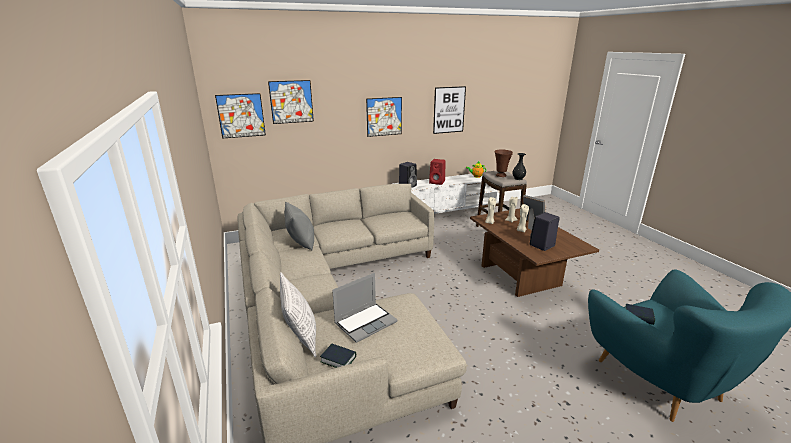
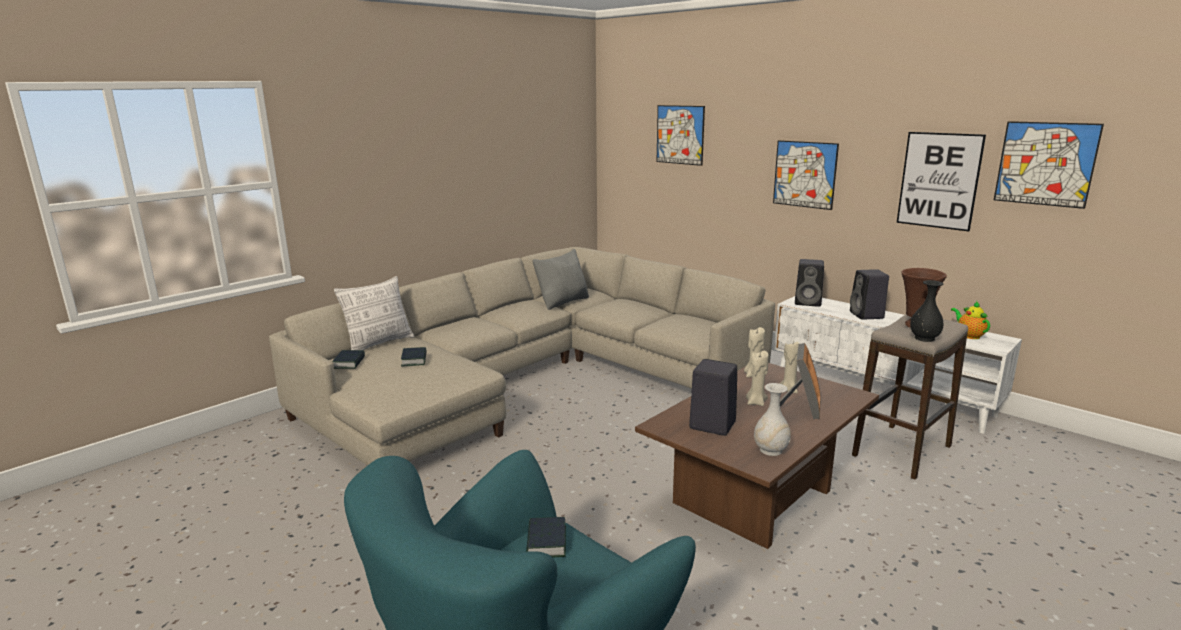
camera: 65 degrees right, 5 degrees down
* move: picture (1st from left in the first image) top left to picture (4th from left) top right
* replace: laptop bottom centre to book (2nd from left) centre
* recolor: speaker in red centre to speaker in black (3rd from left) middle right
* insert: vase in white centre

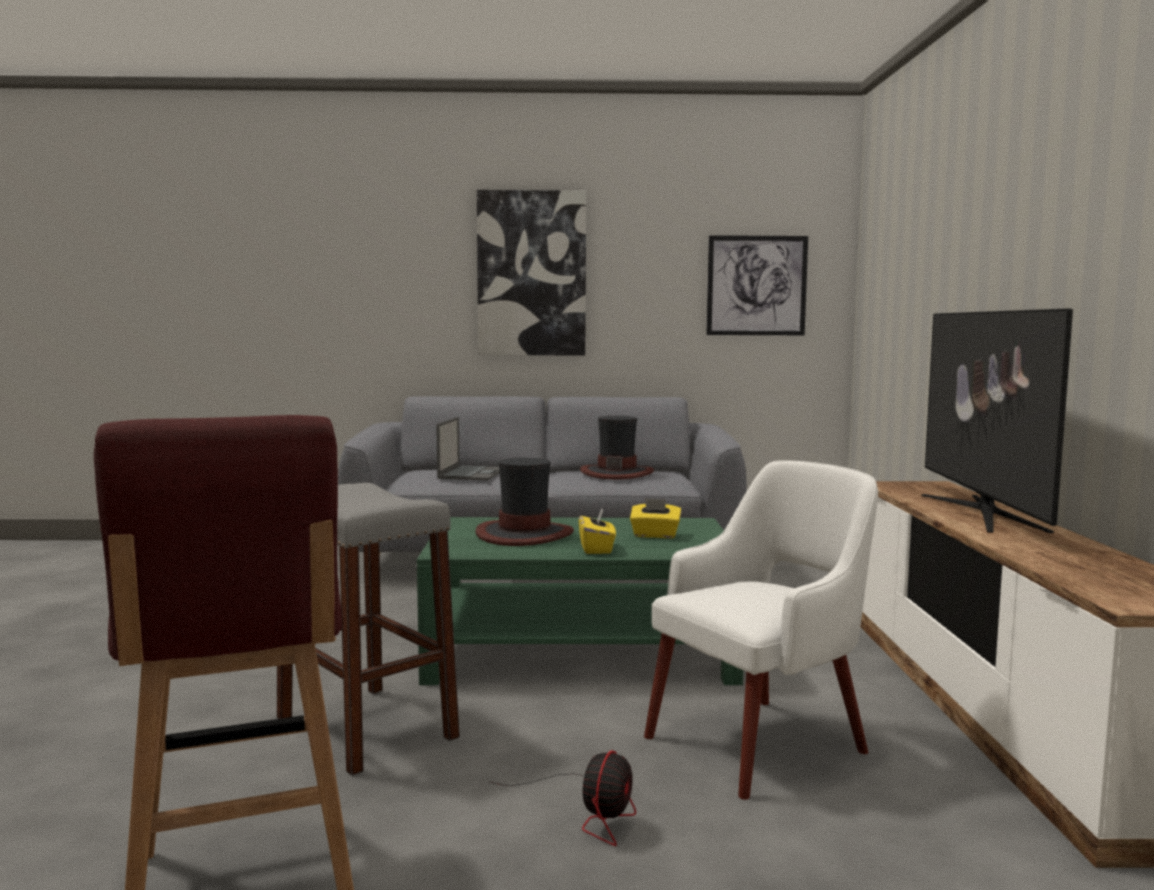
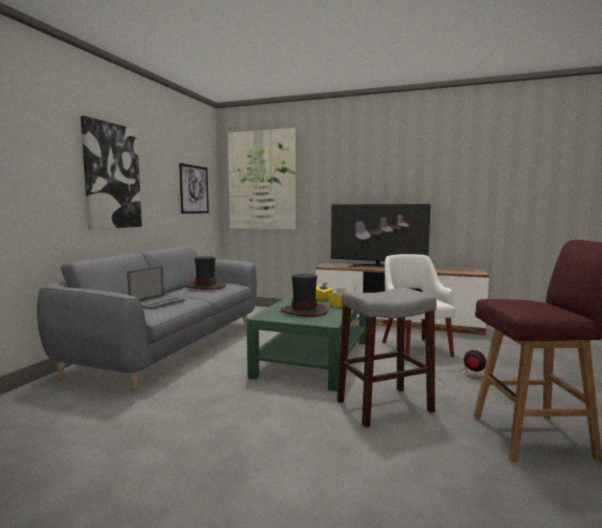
camera: 70 degrees left, 0 degrees up
* rotate: laptop centre = middle left 90 degrees clockwise
* insert: picture (3rd from left) centre

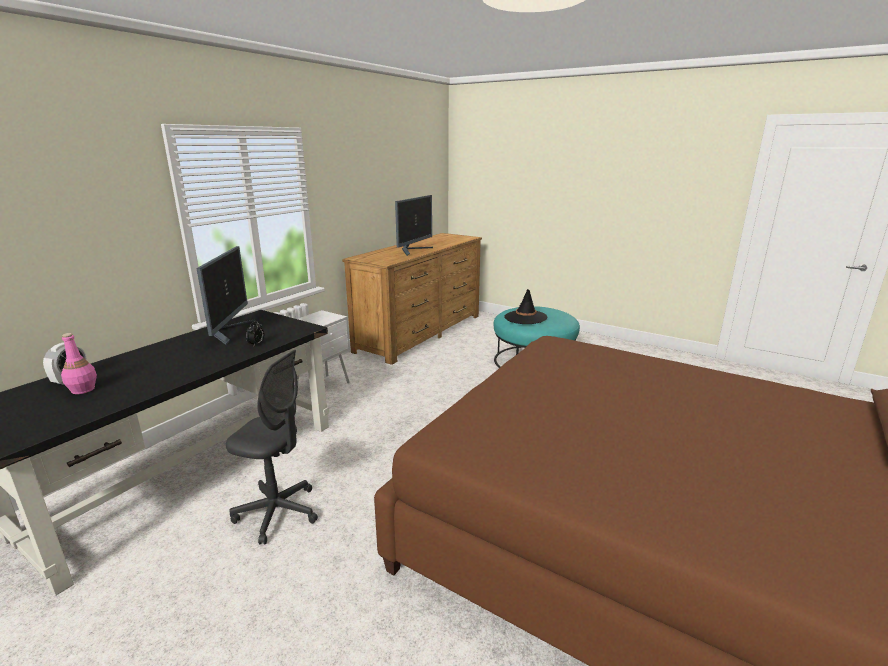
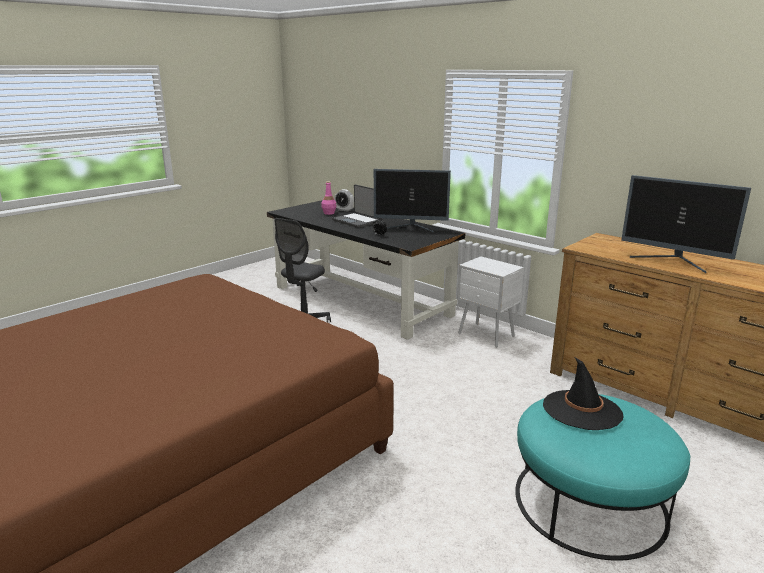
camera: 100 degrees right, 0 degrees up
* insert: laptop centre

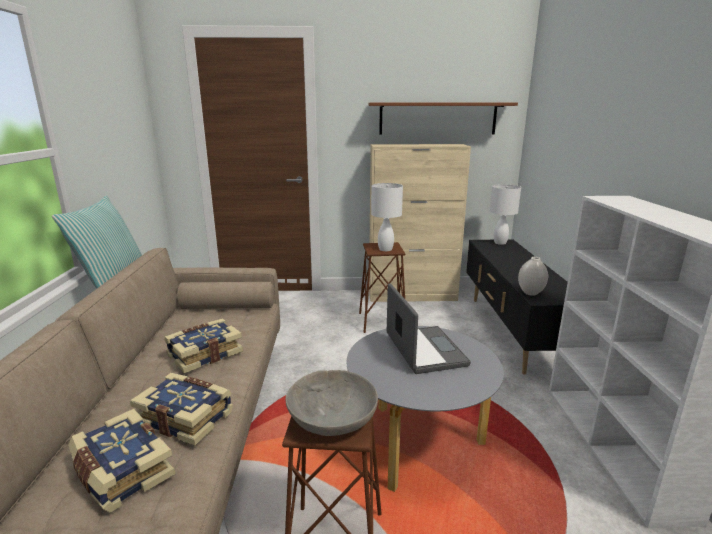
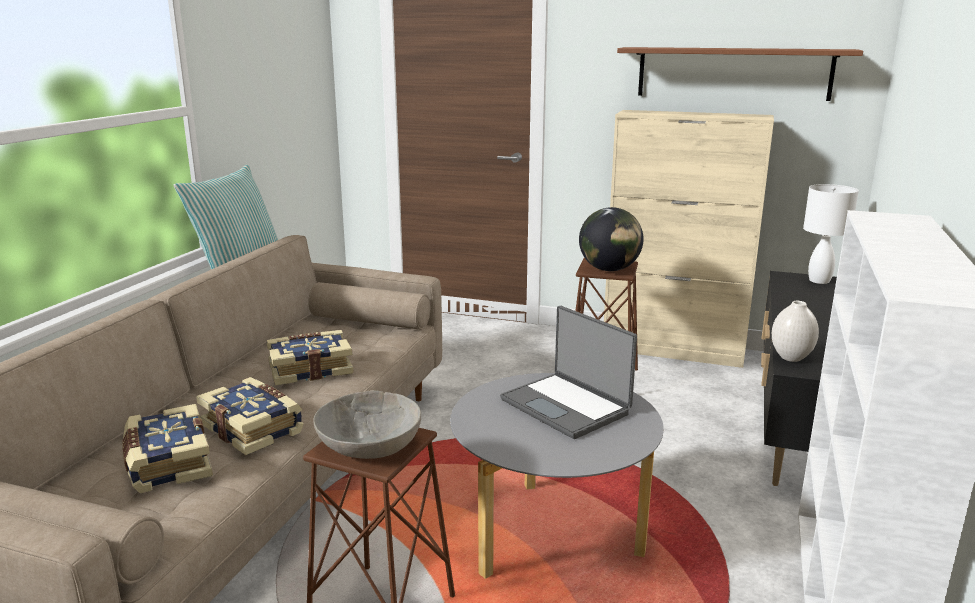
camera: 20 degrees right, 0 degrees up
* replace: table lamp in white (1st from left) centre to globe centre
* rotate: laptop centre = centre 135 degrees clockwise

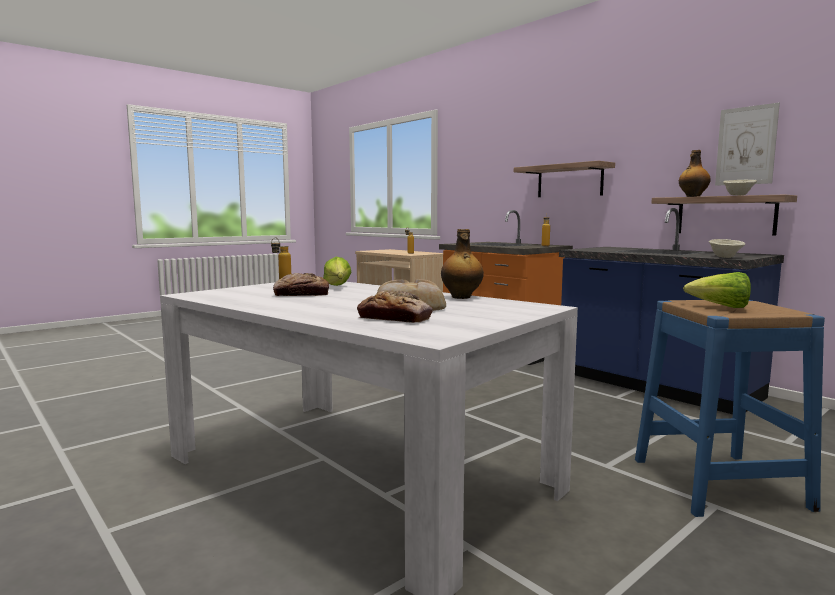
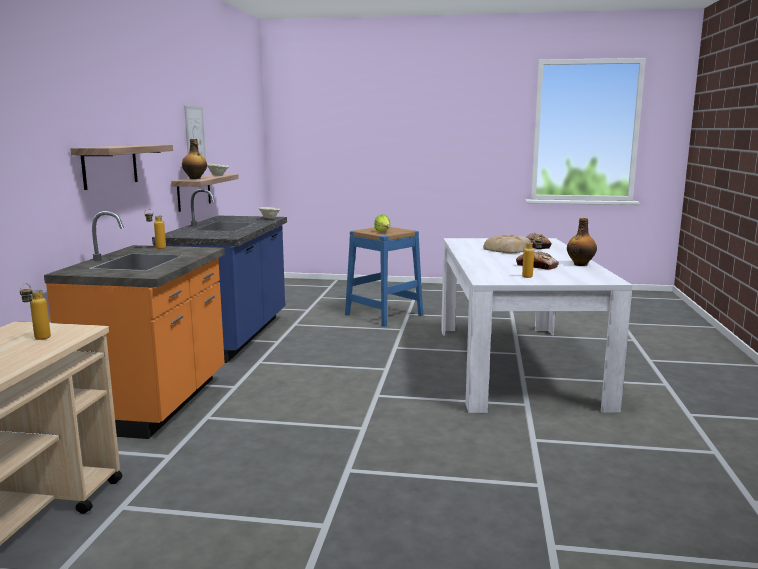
camera: 130 degrees left, 5 degrees up
* delete: lettuce (1st from left) centre
* move: bottle (3rd from left in the first image) centre to bottle (5th from left) middle right

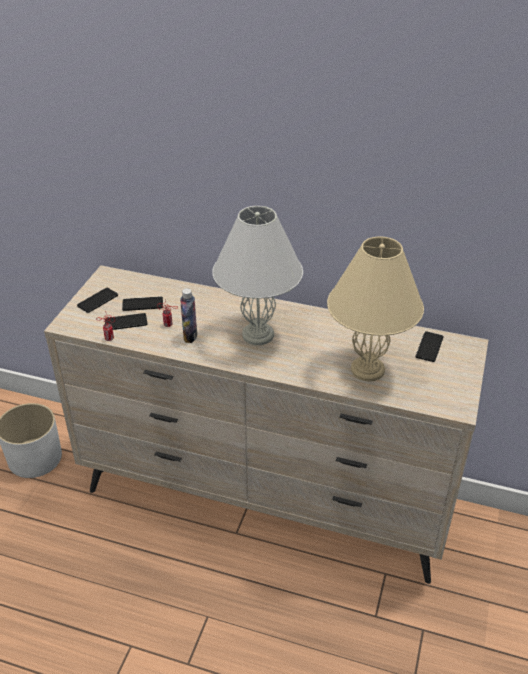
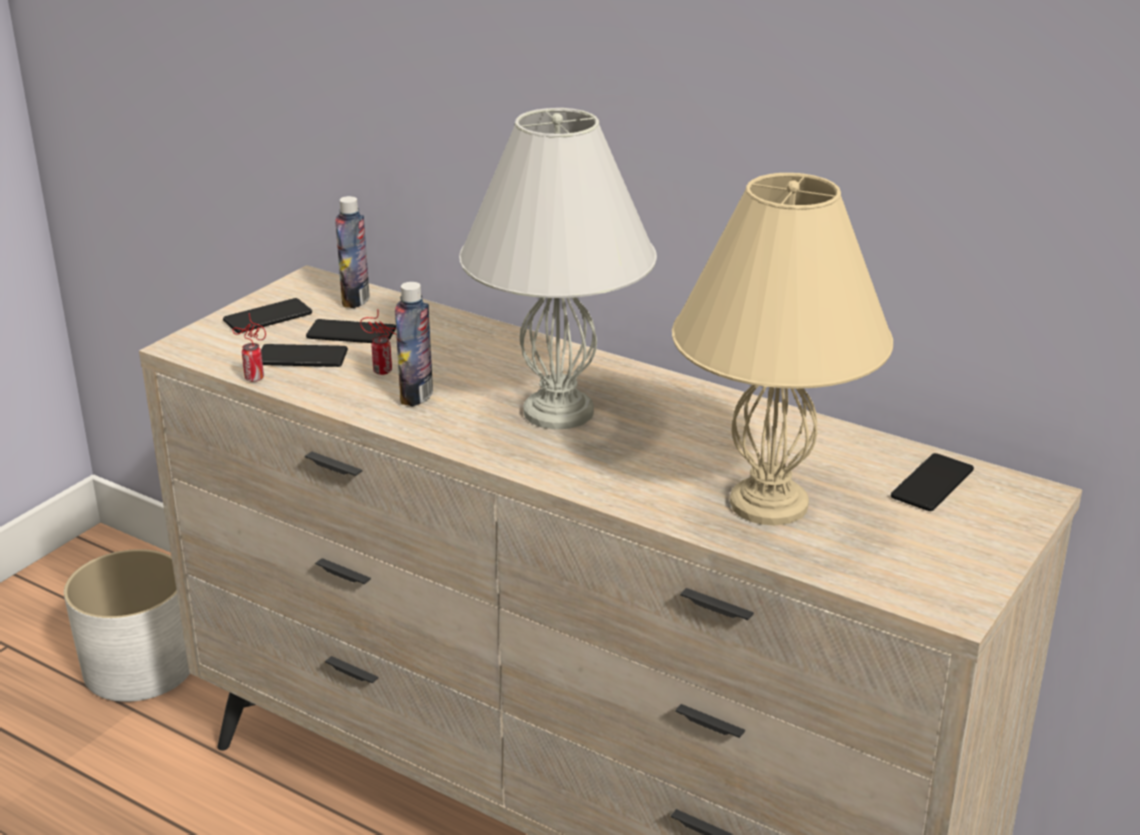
camera: 15 degrees right, 10 degrees down
* insert: bottle (1st from left) top left

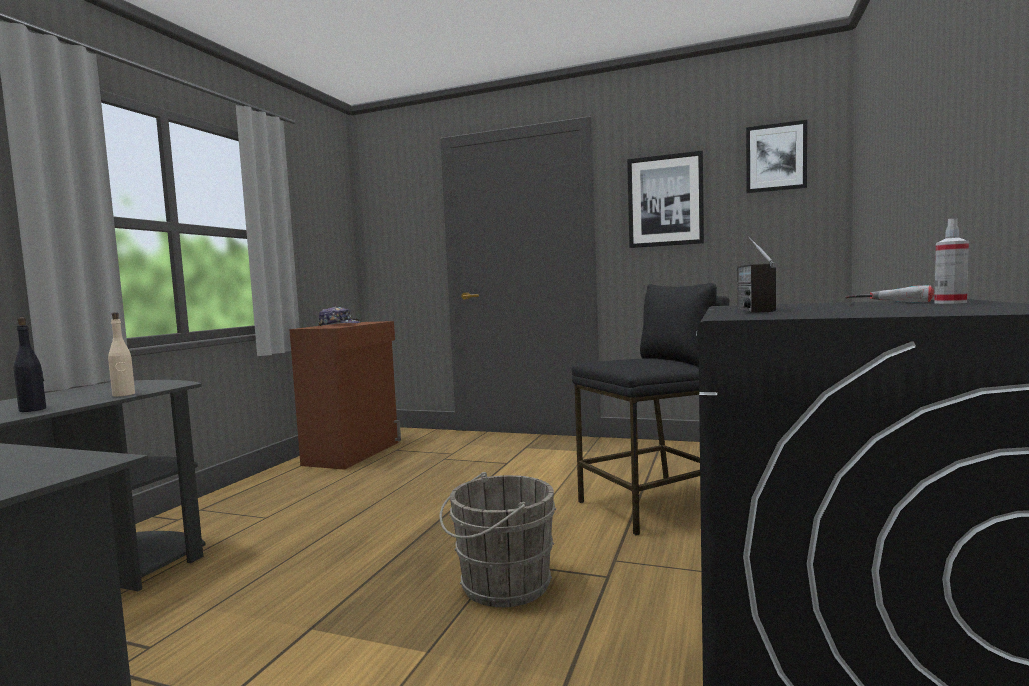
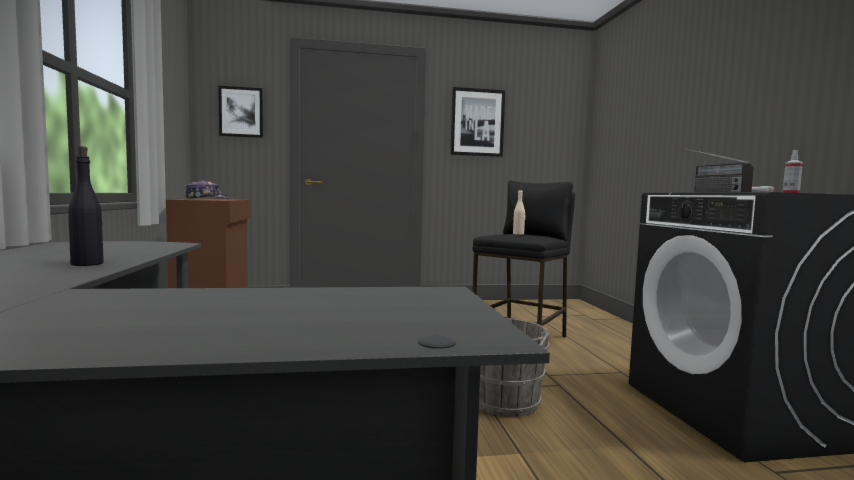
camera: 30 degrees left, 0 degrees up
* move: bottle in beige middle left to centre
* move: picture (2nd from left in the first image) top right to picture (1st from left) top left

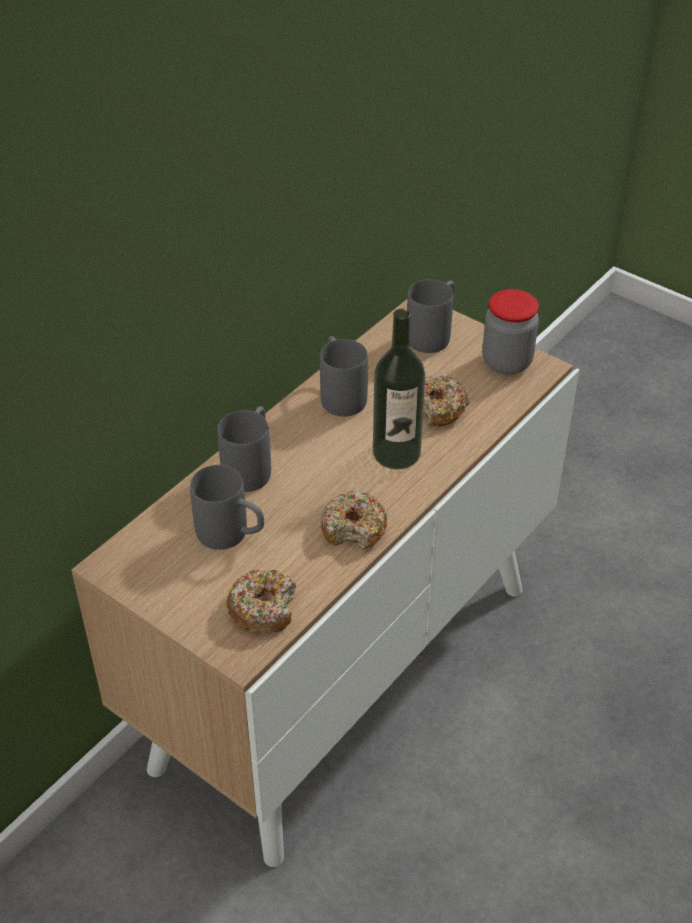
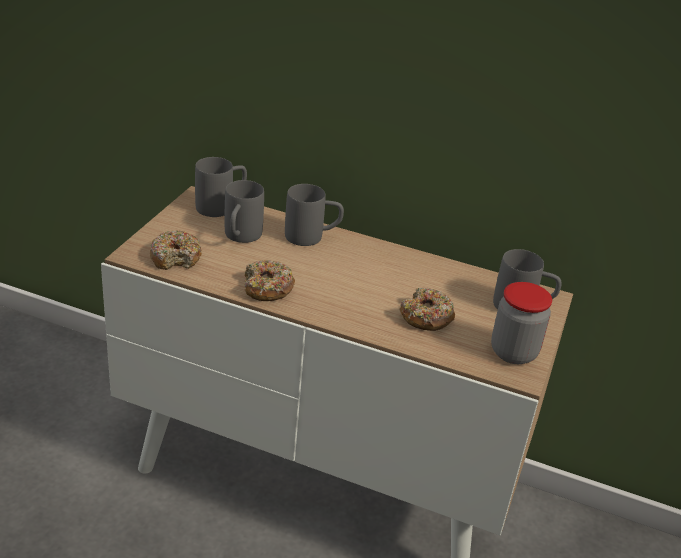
camera: 70 degrees right, 10 degrees down
* move: mug in grey (3rd from left in the first image) centre to mug in grey (1st from left) middle left
* delete: bottle centre

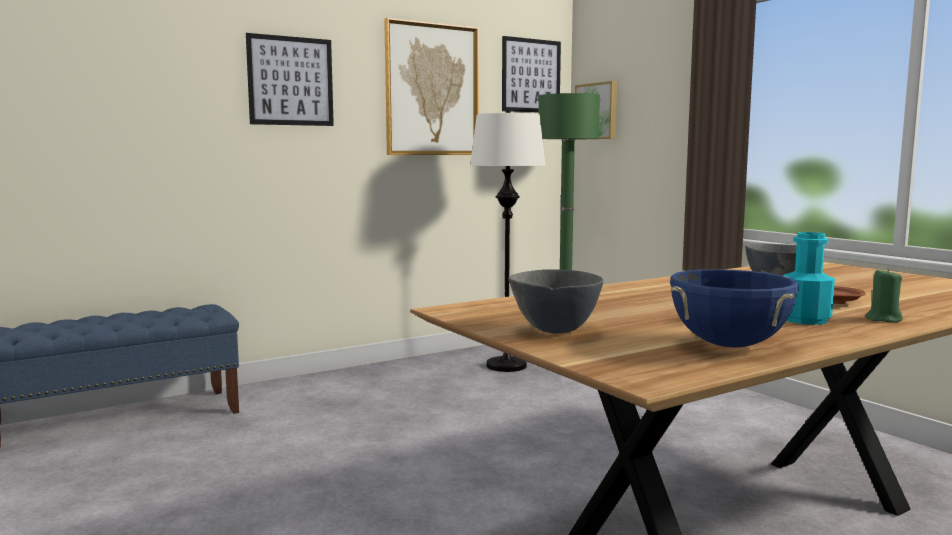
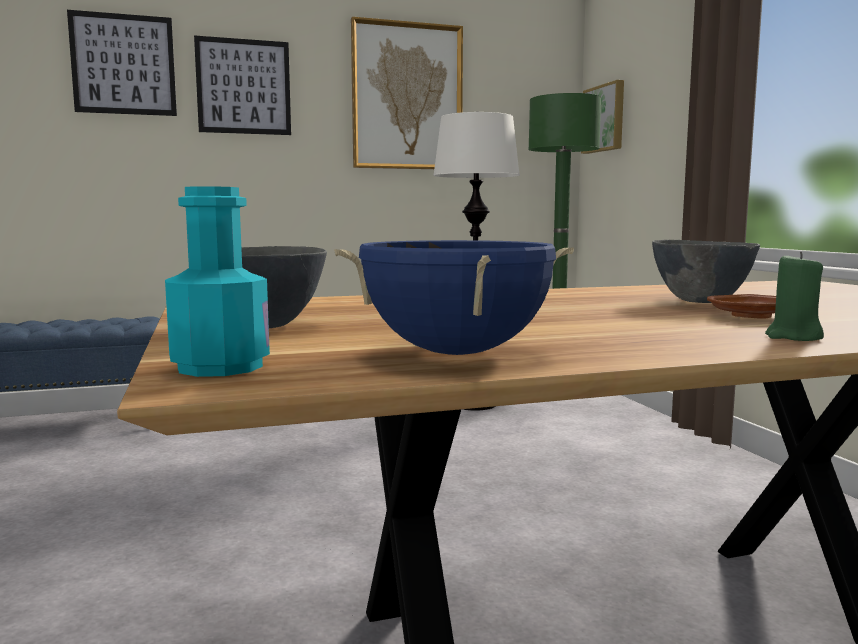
camera: 15 degrees right, 0 degrees up
* move: picture (3rd from left in the first image) top centre to picture (1st from left) top left
* move: bottle in turquoise middle right to middle left

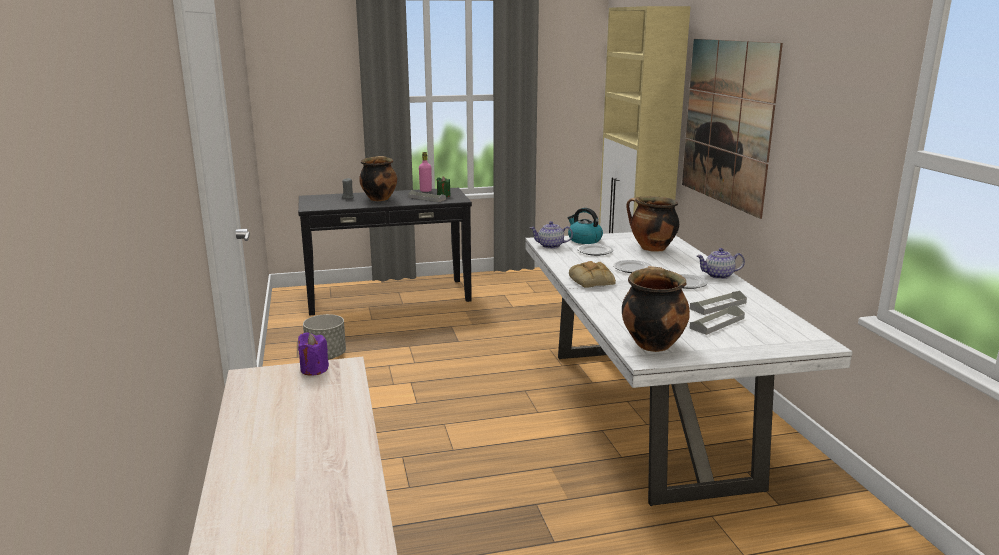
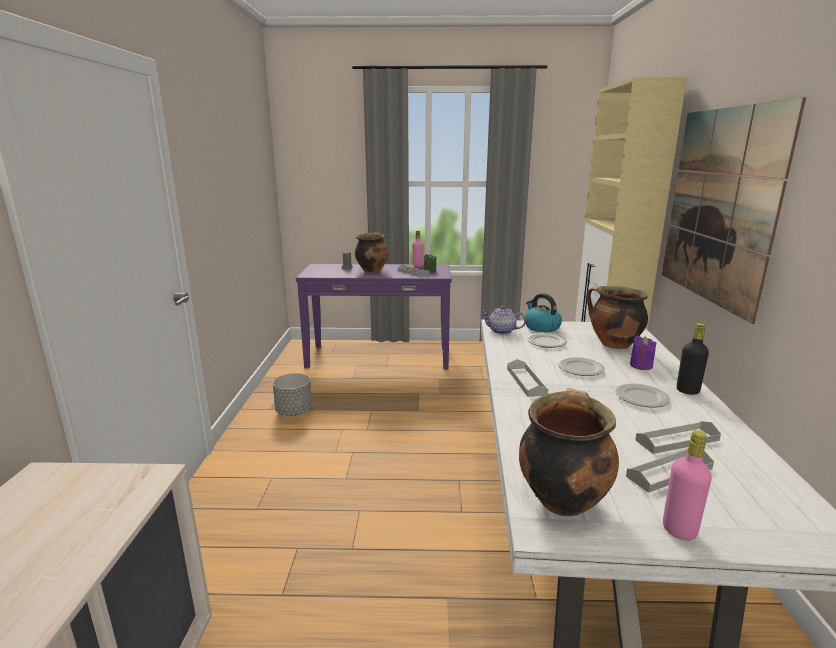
camera: 15 degrees right, 0 degrees up
* recolor: console table in black centre to console table in purple centre
* move: candle in purple middle left to middle right
* replace: bread centre to tray in grey (2nd from left) centre
* replace: teapot (2nd from left) middle right to bottle in black middle right
* insert: bottle in pink (2nd from left) bottom right

